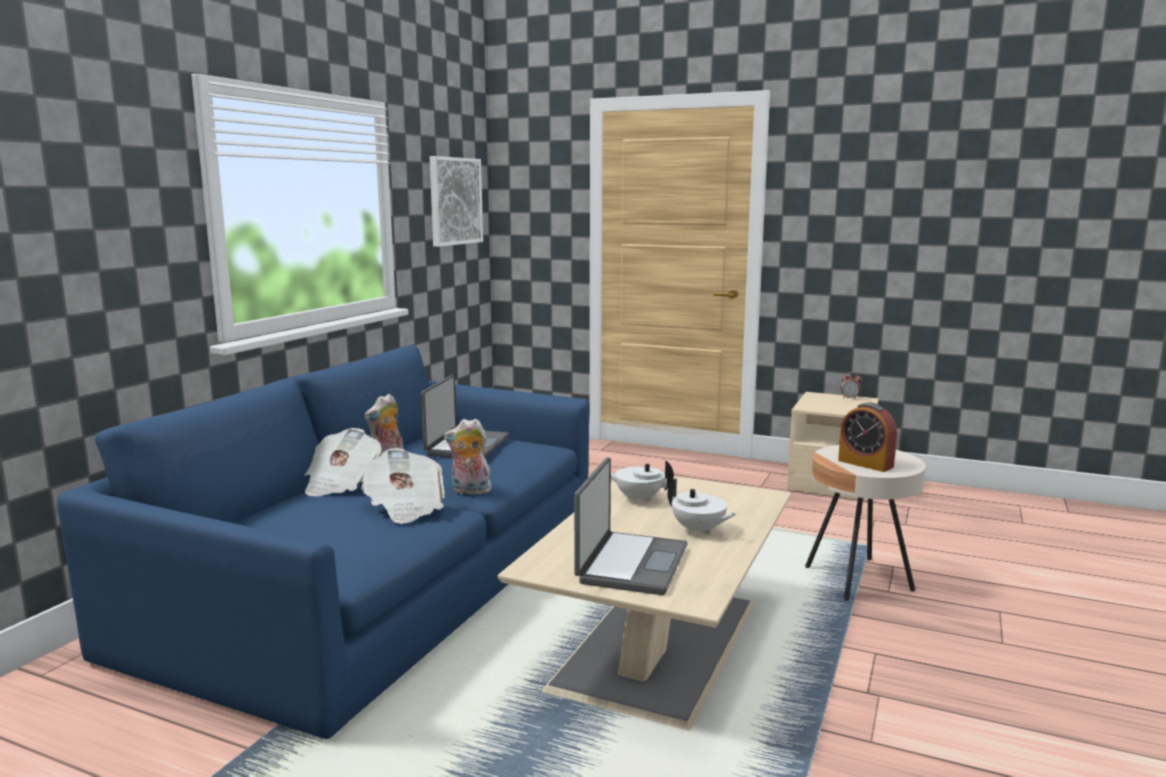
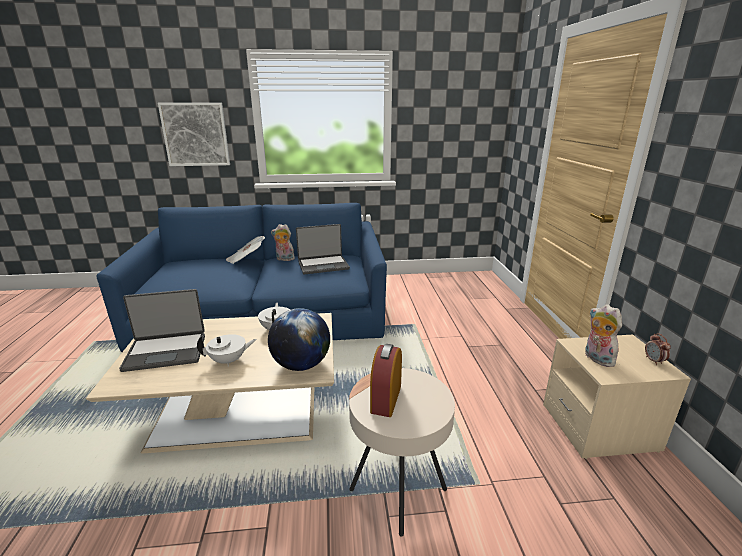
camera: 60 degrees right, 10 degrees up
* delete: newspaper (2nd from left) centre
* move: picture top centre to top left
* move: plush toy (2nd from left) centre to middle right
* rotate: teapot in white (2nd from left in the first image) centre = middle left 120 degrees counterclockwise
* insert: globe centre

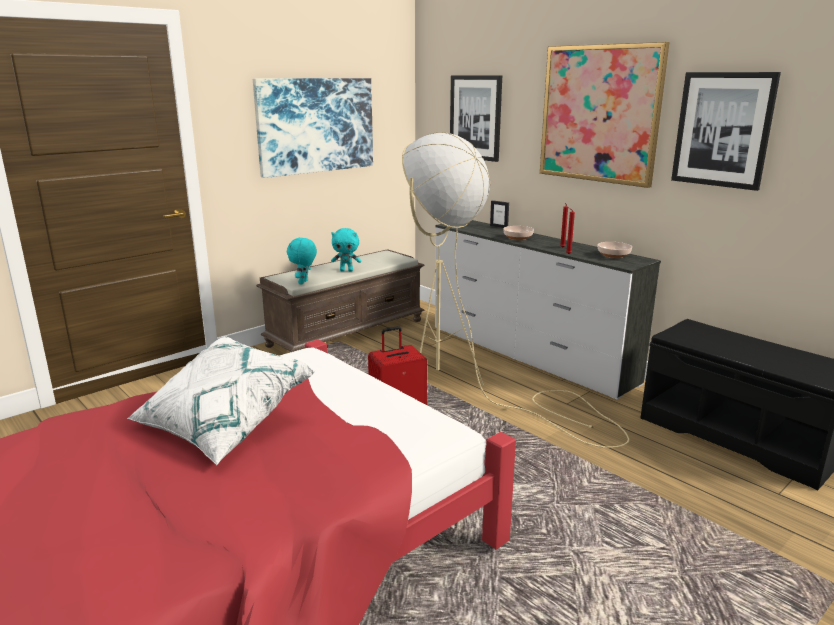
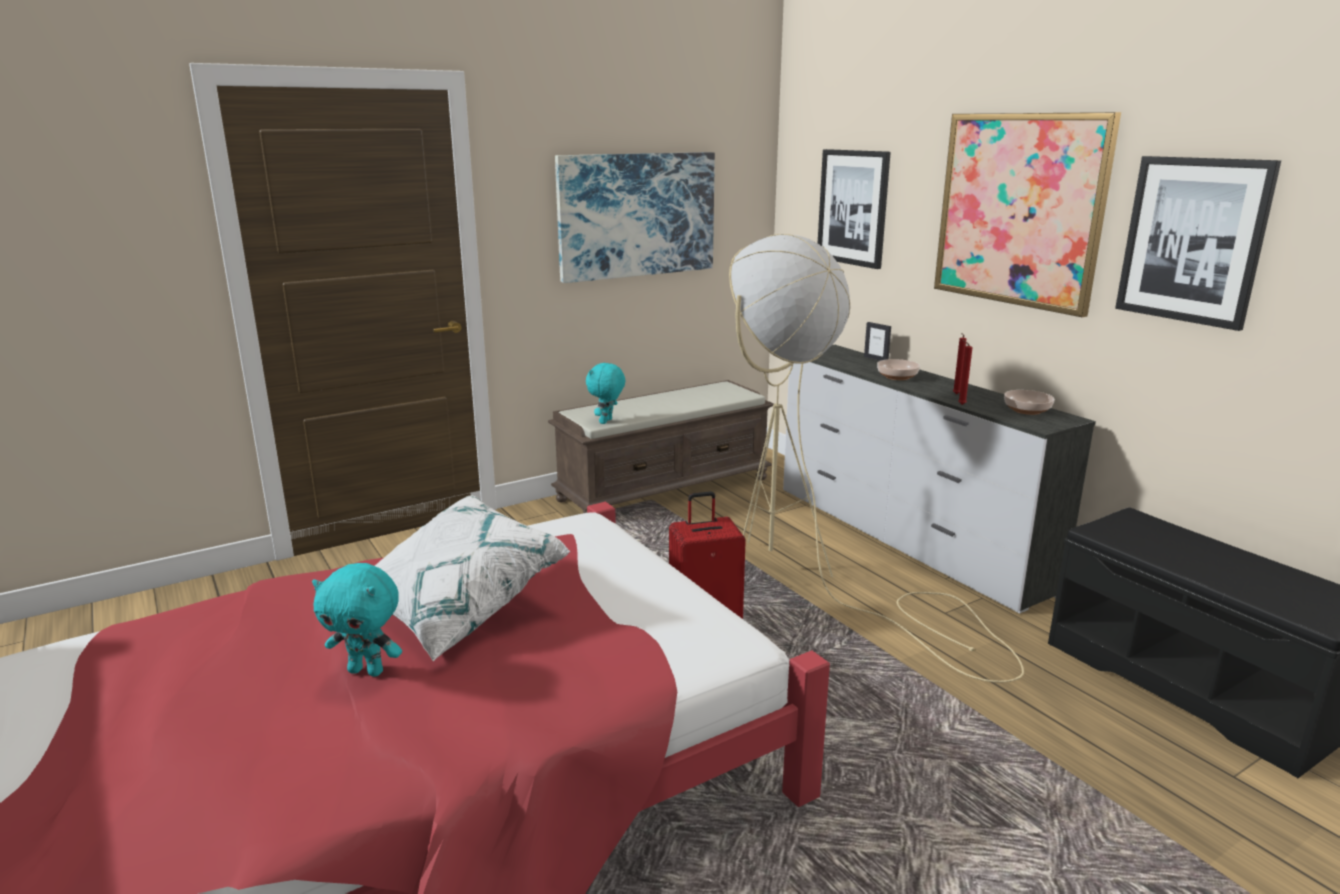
camera: 10 degrees right, 0 degrees up
* move: plush toy in turquoise (2nd from left in the first image) centre to plush toy in turquoise (1st from left) bottom left

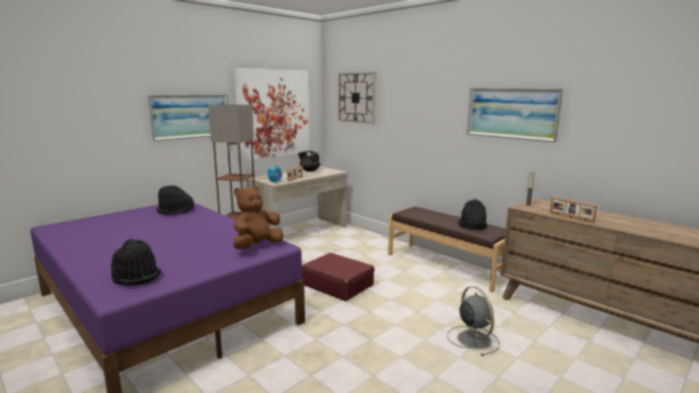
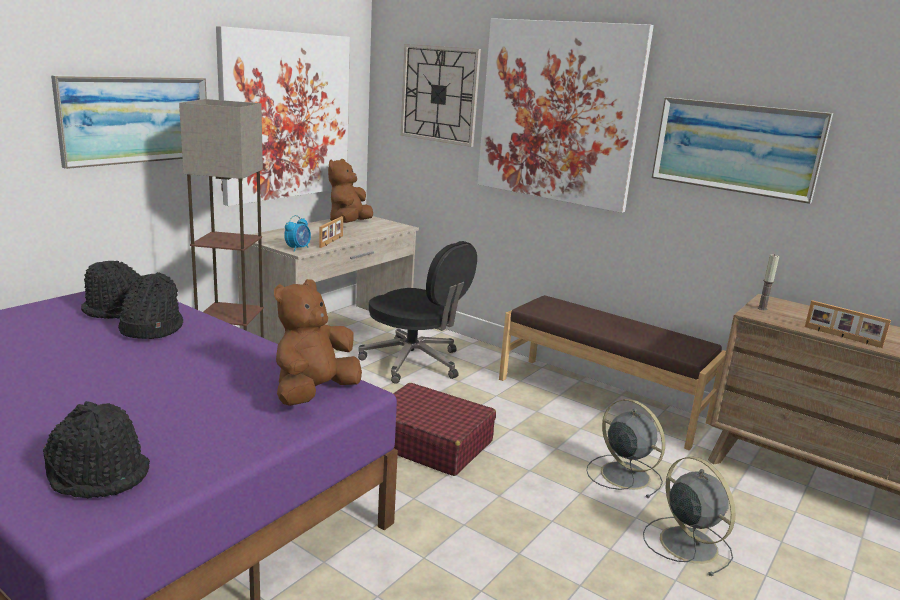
camera: 10 degrees left, 5 degrees up
* replace: teapot in black centre to plush toy in brown (2nd from left) top centre
* move: hat in black (3rd from left) middle right to middle left
* insert: office chair in black centre
* insert: picture (3rd from left) top centre
* insert: fan in grey (1st from left) bottom right

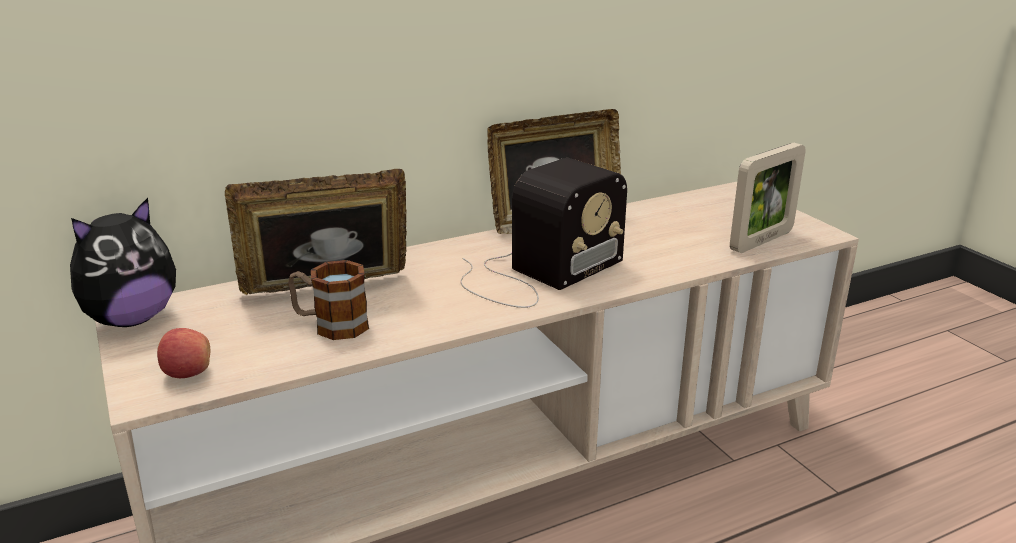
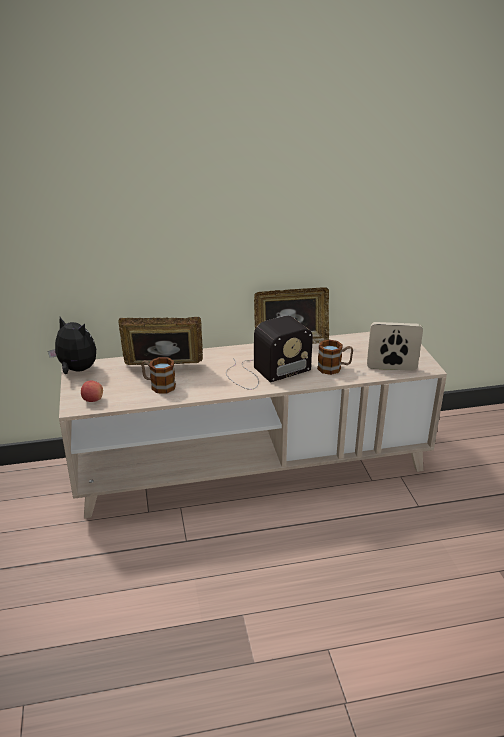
camera: 15 degrees right, 5 degrees up
* rotate: plush toy middle left = middle left 120 degrees counterclockwise
* rotate: picture frame (3rd from left) middle right = middle right 150 degrees counterclockwise
* insert: mug (2nd from left) centre

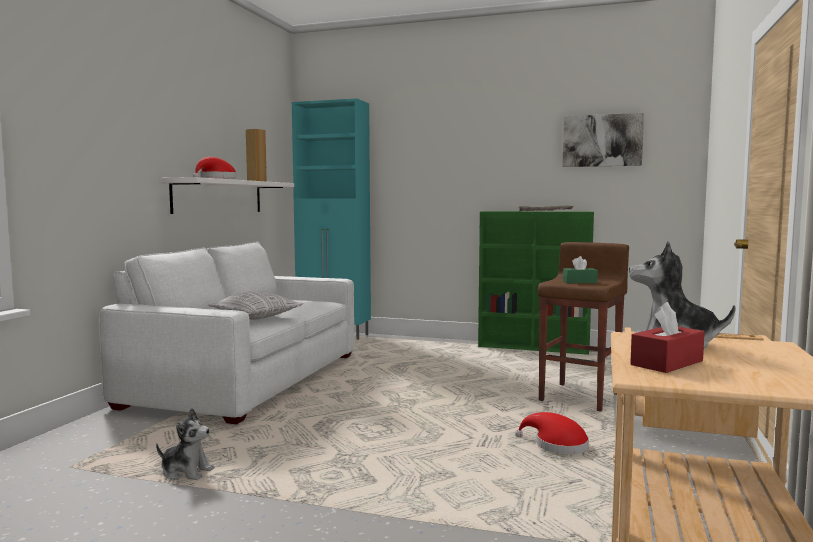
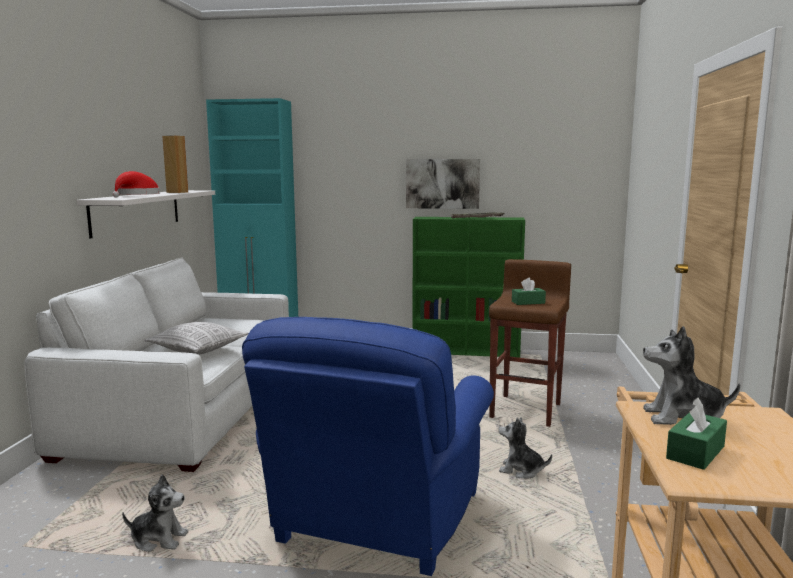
camera: 10 degrees left, 5 degrees up
* replace: hat in red (2nd from left) bottom right to plush toy (2nd from left) bottom centre
* move: picture top right to top centre
* recolor: tissue box in red middle right to tissue box in green (2nd from left) bottom right
* insert: armchair in blue bottom centre

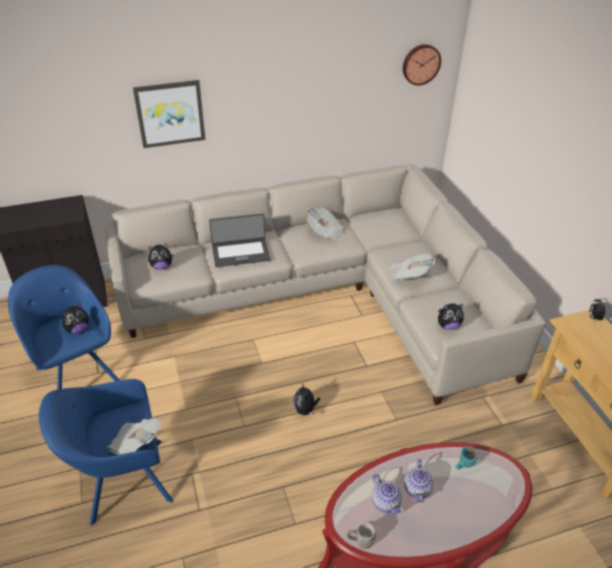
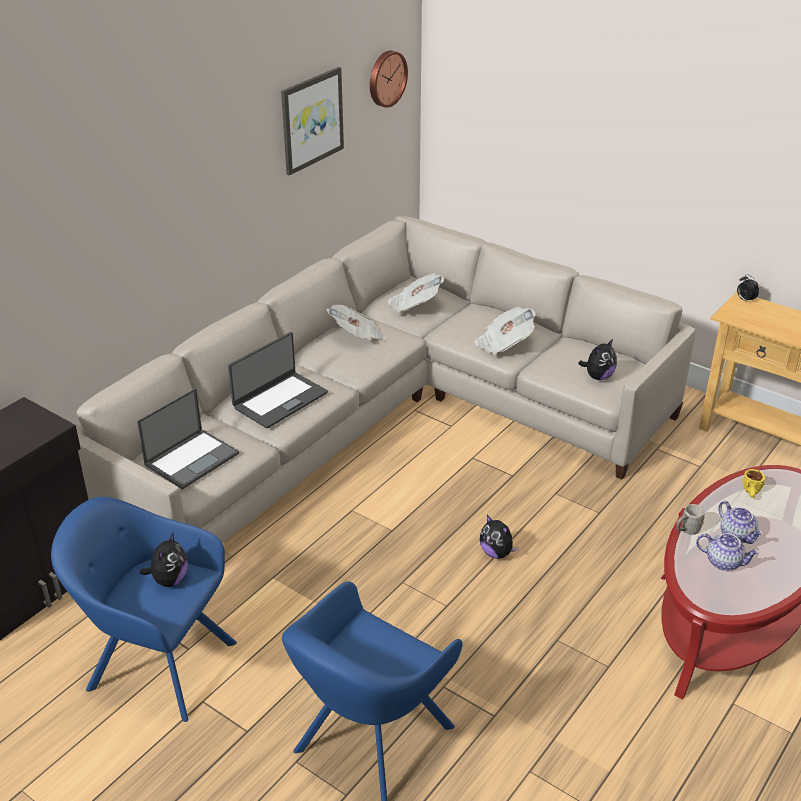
camera: 35 degrees left, 5 degrees down
* move: newspaper (1st from left in the first image) bottom left to newspaper (2nd from left) centre
* move: picture top left to top centre
* replace: plush toy (2nd from left) middle left to laptop (1st from left) middle left
* move: mug in grey bottom centre to middle right
* recolor: mug in turquoise bottom right to mug in yellow middle right

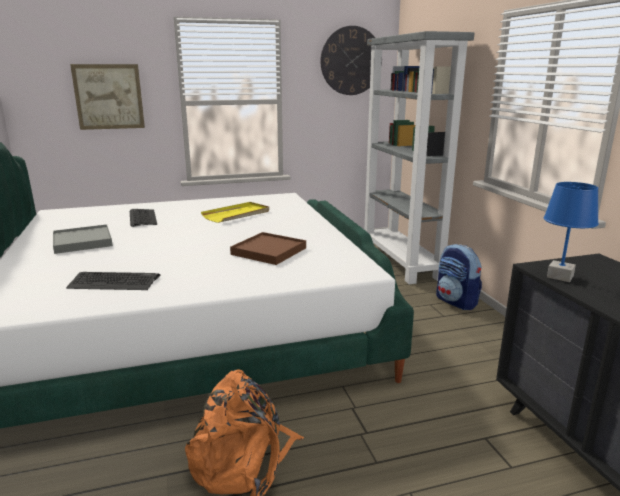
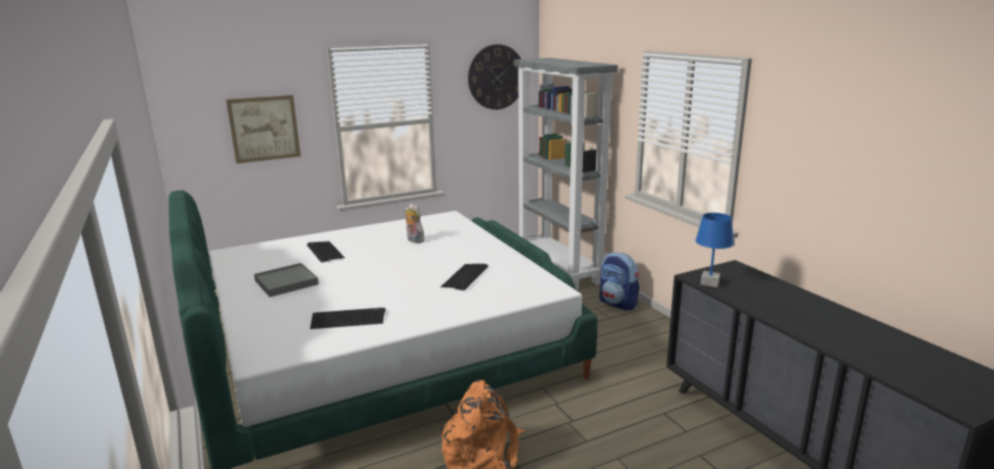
camera: 10 degrees left, 0 degrees up
* replace: tray in yellow centre to plush toy centre
* replace: tray in brown centre to keyboard (3rd from left) centre

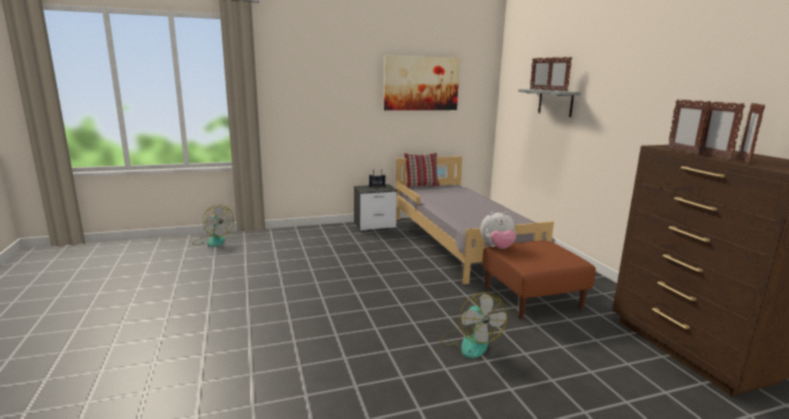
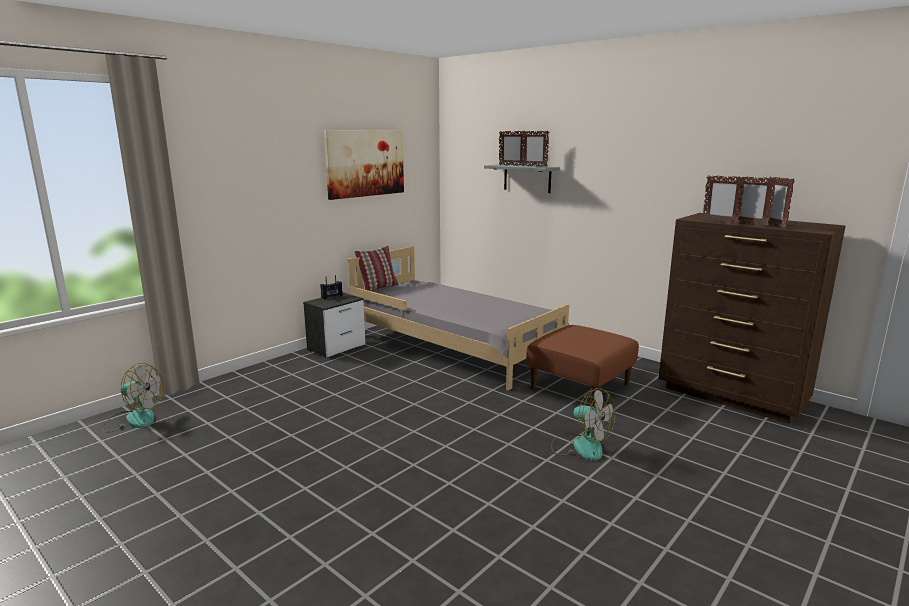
camera: 30 degrees left, 0 degrees up
* delete: plush toy centre

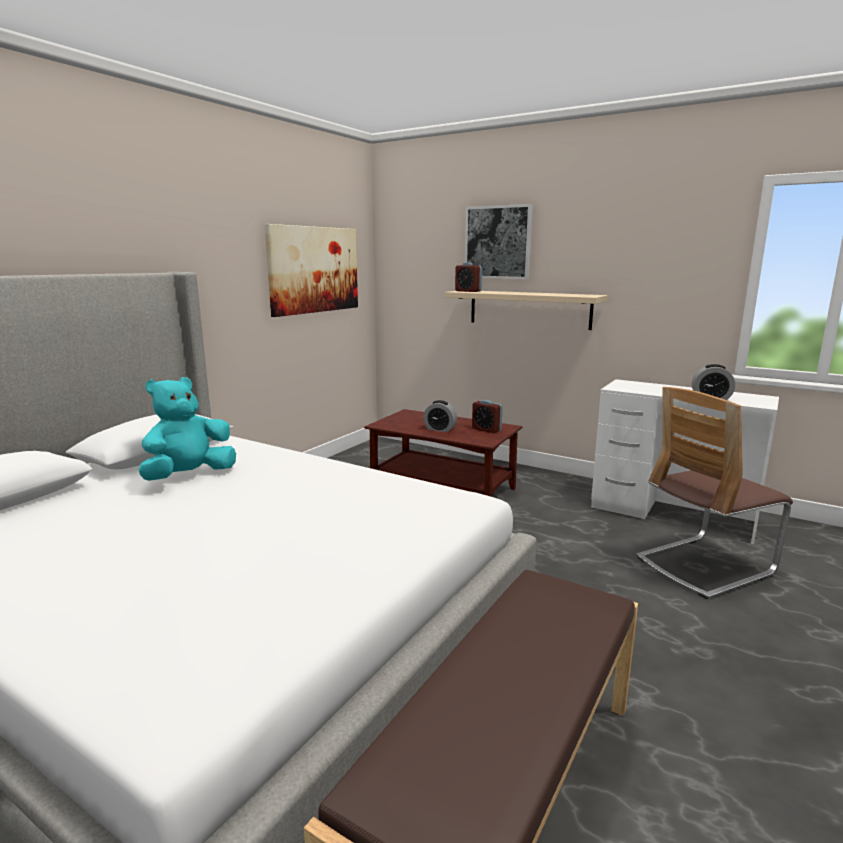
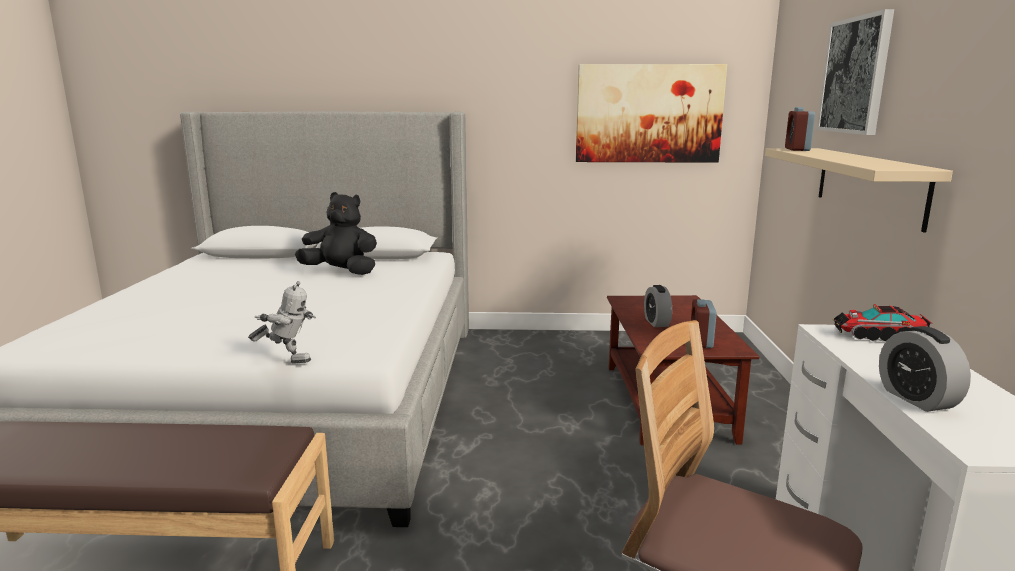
camera: 60 degrees right, 0 degrees up
* recolor: plush toy in turquoise middle left to plush toy in black middle left
* insert: toy robot middle left
* insert: toy truck middle right

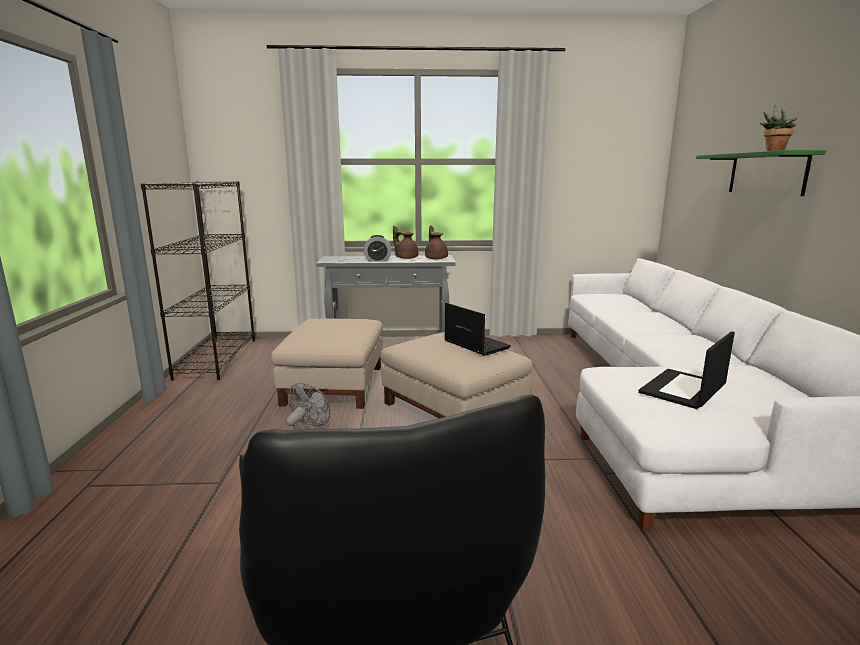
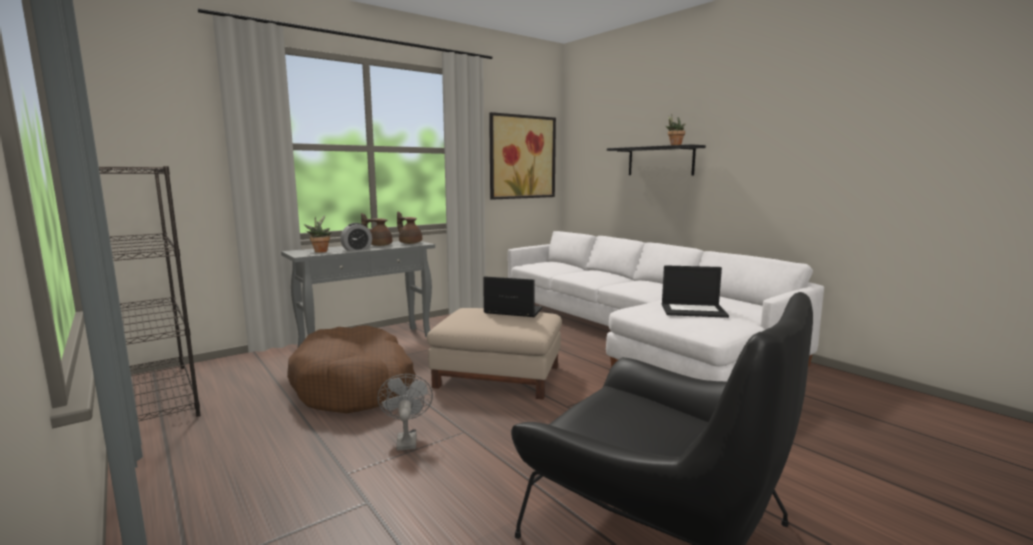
camera: 35 degrees left, 5 degrees down
* replace: ottoman in beige (1st from left) centre to dog bed in brown bottom centre
* rotate: laptop (2nd from left) middle right = middle right 90 degrees counterclockwise
* recolor: shelf in green top right to shelf in black top centre
* insert: potted plant (1st from left) middle left
* insert: picture top centre

